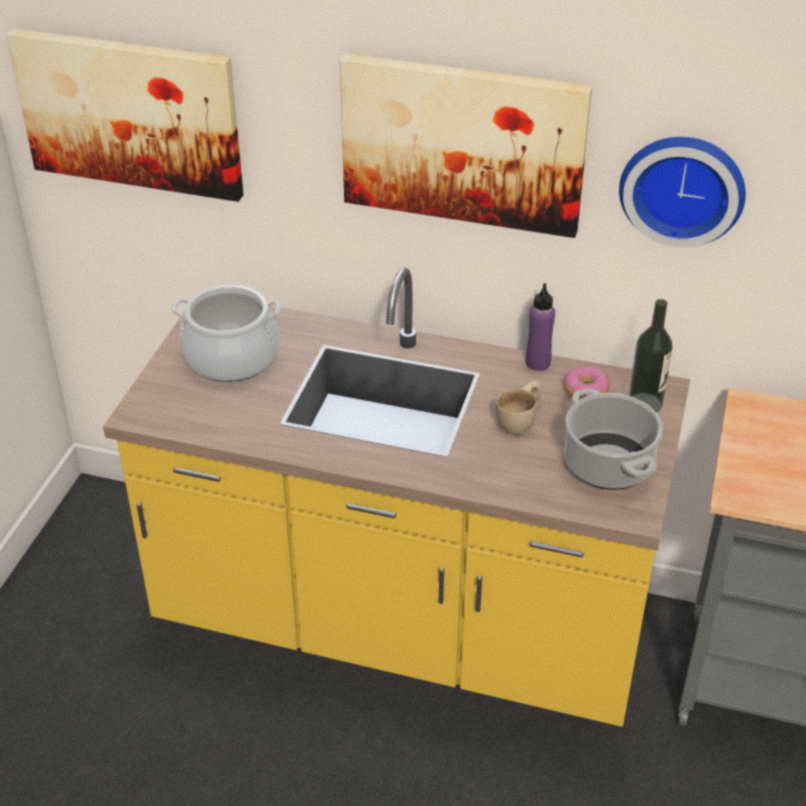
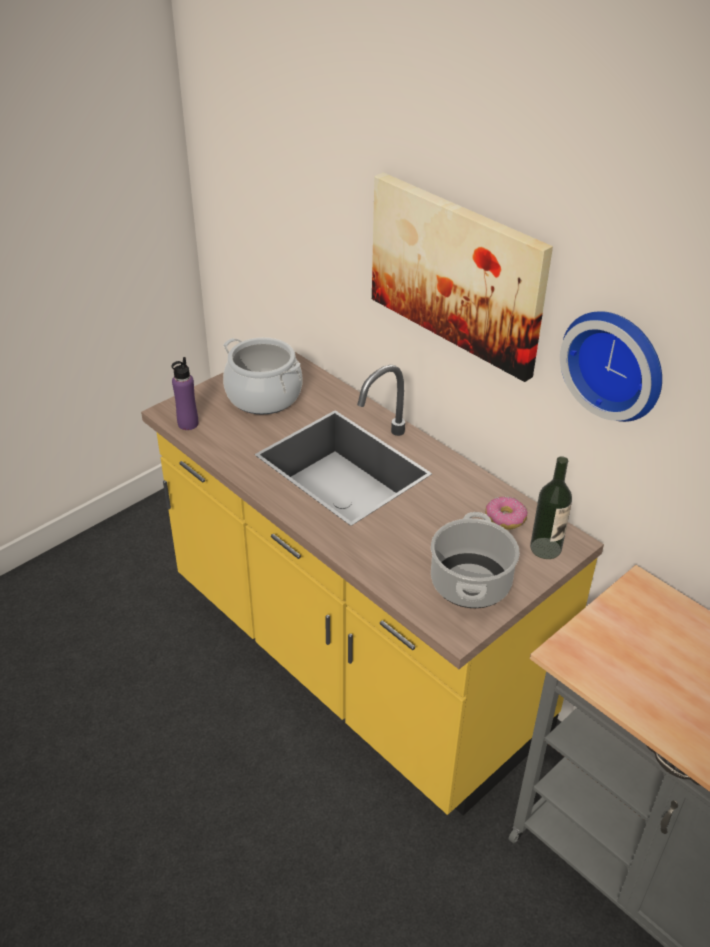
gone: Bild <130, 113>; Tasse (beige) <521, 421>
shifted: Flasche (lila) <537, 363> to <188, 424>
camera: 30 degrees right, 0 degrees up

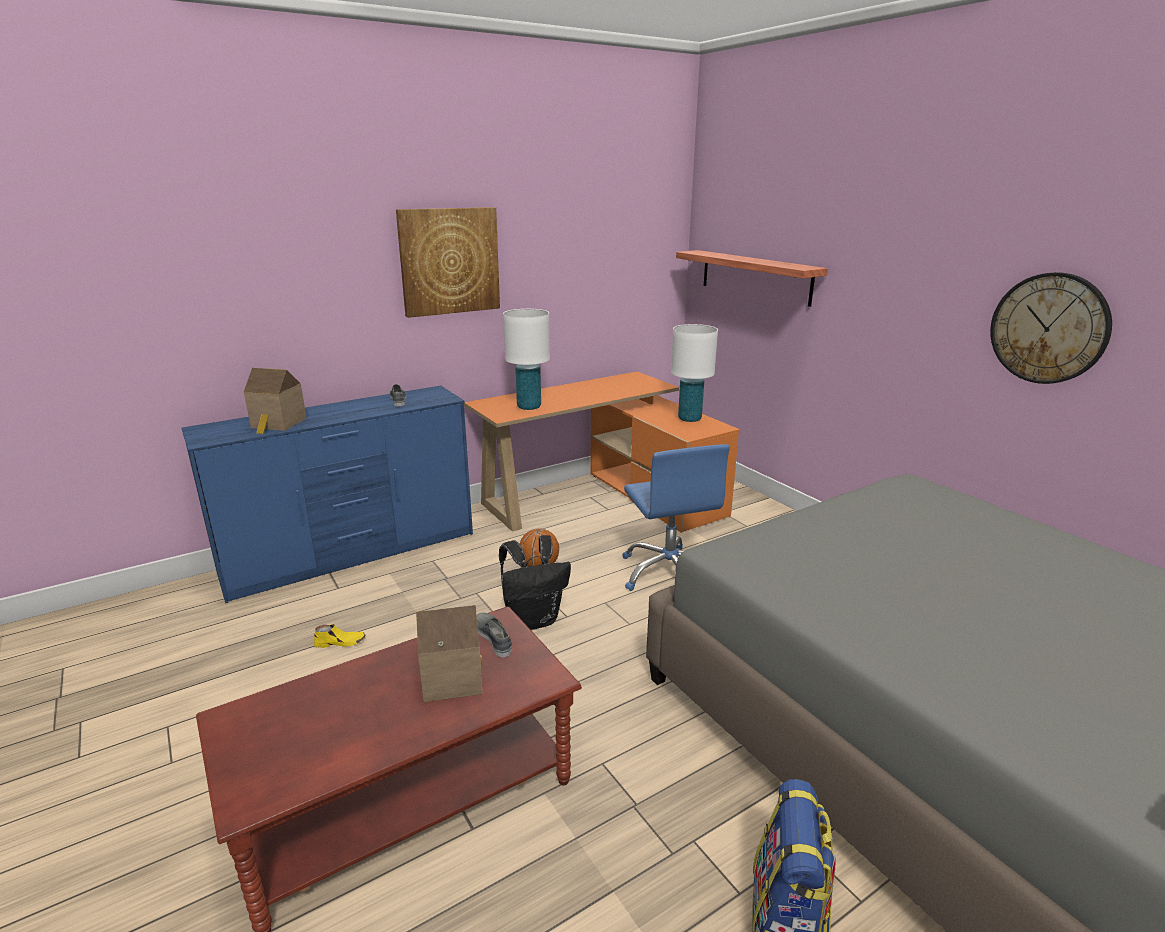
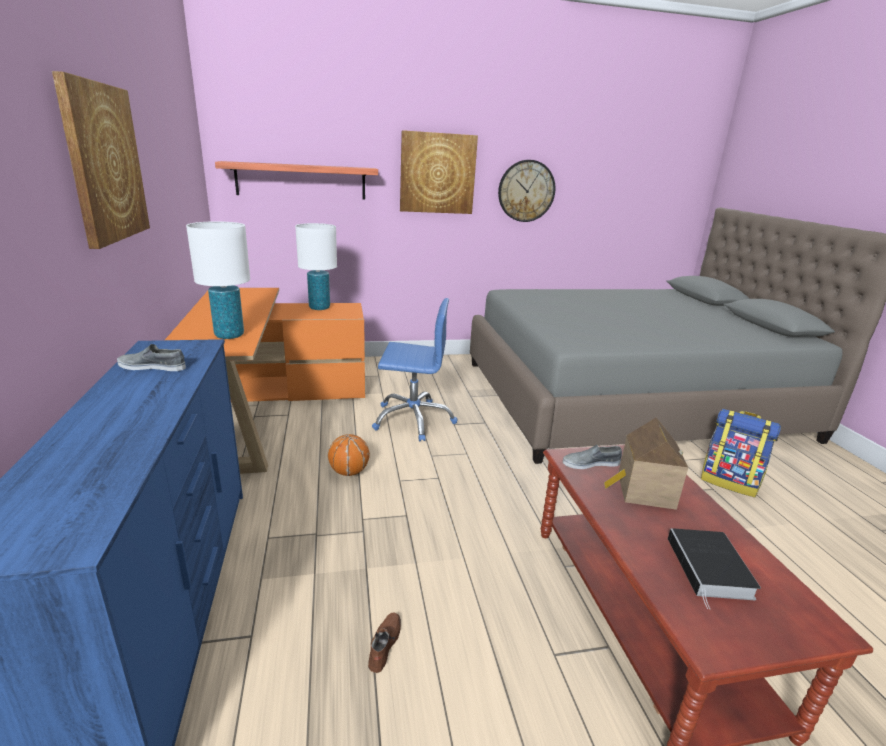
gone: Spielzeughaus <278, 424>; Rucksack (schwarz) <533, 620>
new: Bild <437, 173>; Buch <711, 569>
repainted: Schuh (gelb) <340, 642> to Schuh (braun) <384, 644>
camera: 70 degrees left, 0 degrees up

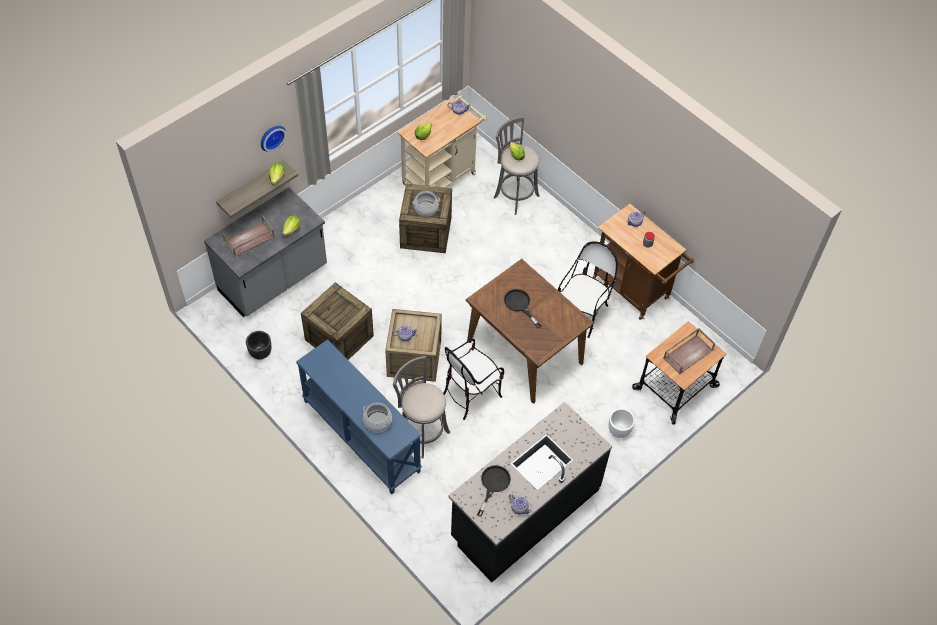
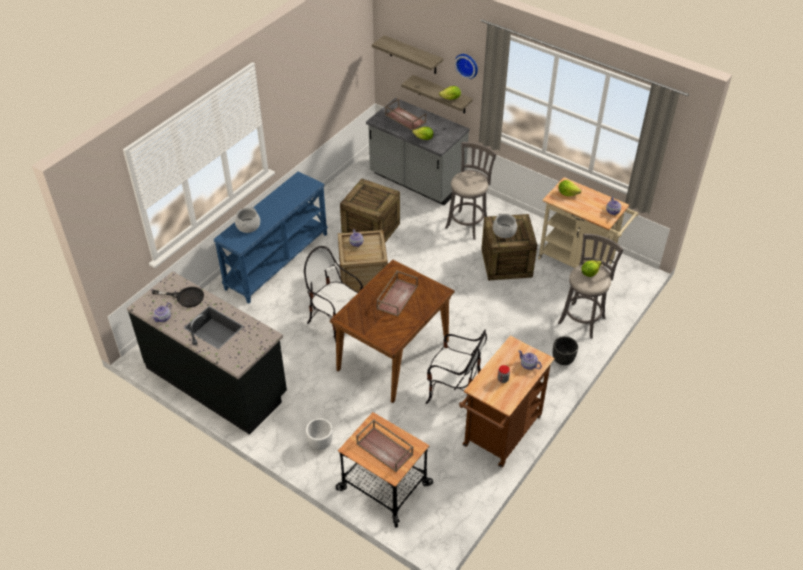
new: Wandregal <413, 55>
shifted: Pflanzkübel (schwarz) <260, 353> to <562, 359>; Hocker (grau) <421, 432> to <467, 223>
swapped: Pfanne (schwarz) <520, 305> to Tablett (braun) <397, 297>
camera: 80 degrees right, 10 degrees down

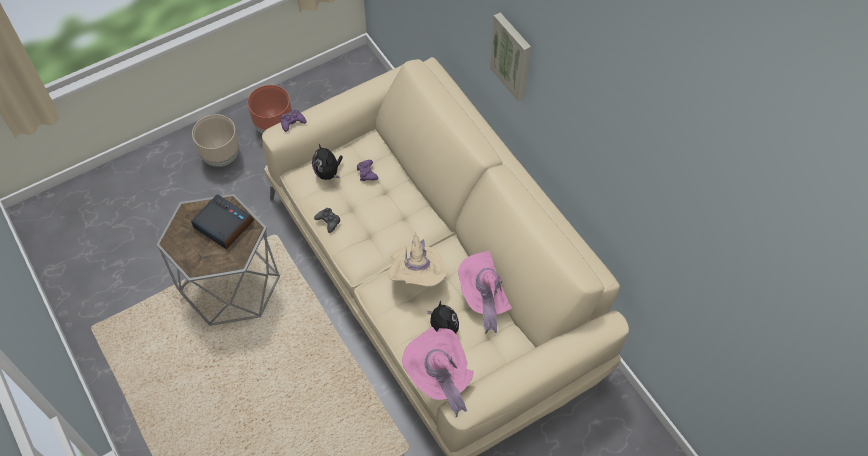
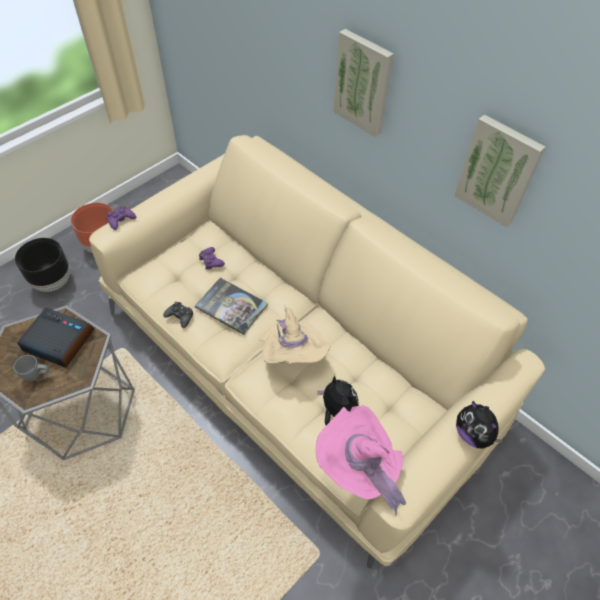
gone: Hut (rosa) <487, 296>
new: Bild <498, 171>; Buch <231, 306>; Henkelbecher (grau) <37, 375>
shifted: Plüschtier <328, 173> to <473, 434>
repainted: Pflanzkübel (beige) <221, 156> to Pflanzkübel (schwarz) <53, 282>
camera: 15 degrees left, 5 degrees down

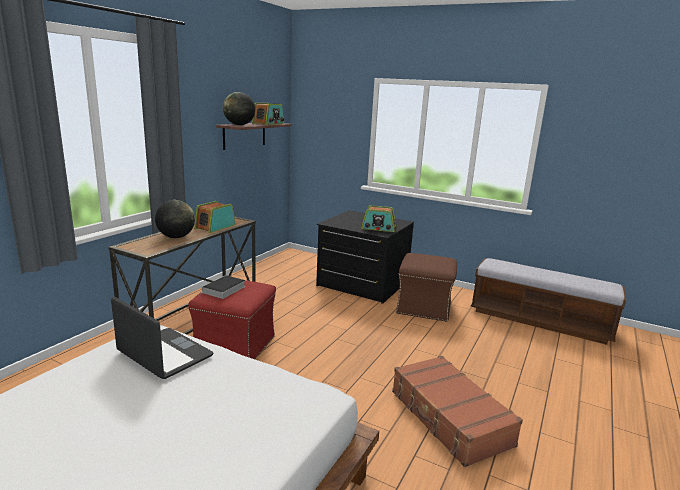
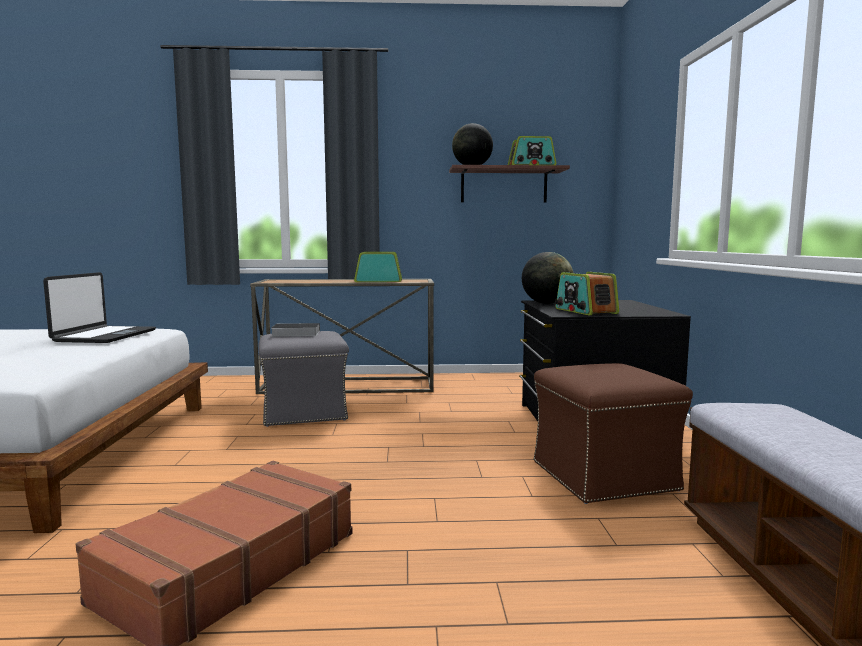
shifted: Globus <176, 237> to <546, 303>
repainted: Polsterhocker (rot) <235, 345> to Polsterhocker (grau) <305, 412>
camera: 60 degrees right, 10 degrees down

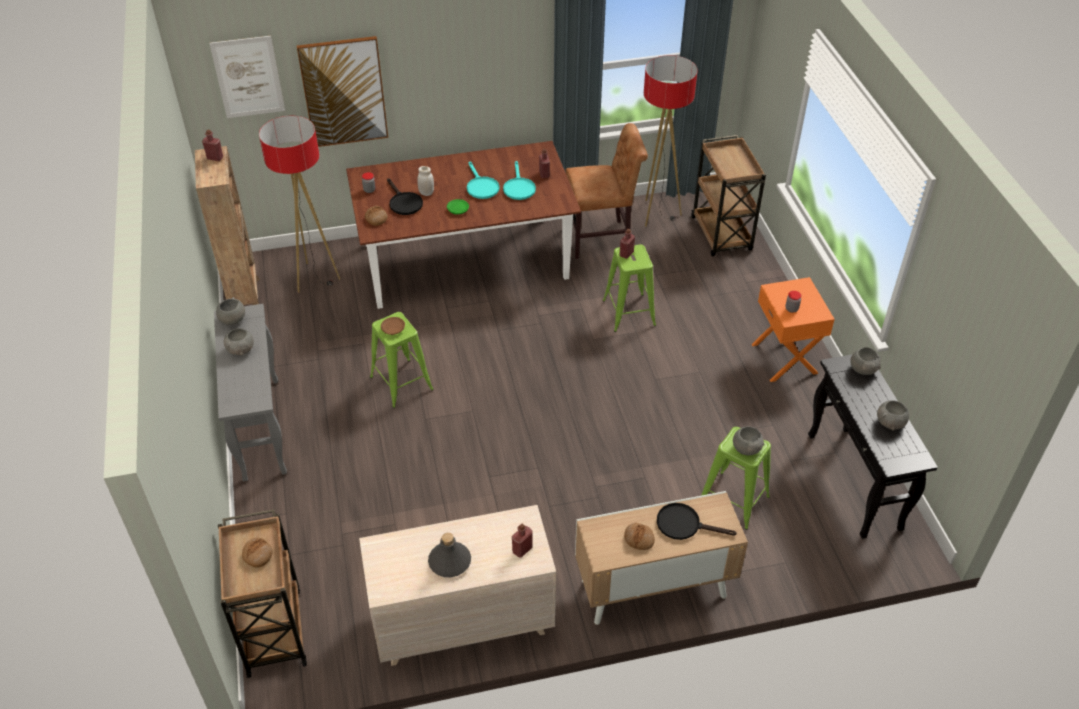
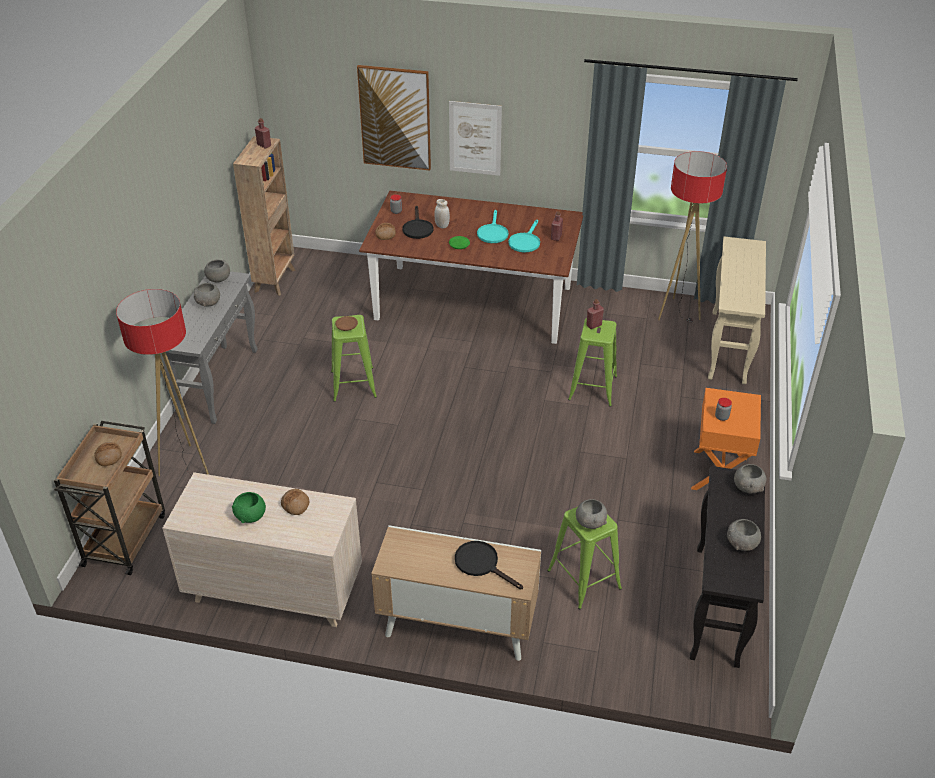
gone: Stuhl (braun) <602, 239>; Flasche (rot) <522, 549>
shifted: Bild <248, 77> to <475, 138>; Stehlampe <315, 278> to <185, 465>; Brot <639, 539> to <295, 504>
swapped: Rollwagen (braun) <721, 235> to Konsolentisch (beige) <729, 347>; Flasche (grau) <450, 561> to Schüssel (grün) <251, 516>
camera: 25 degrees right, 5 degrees down

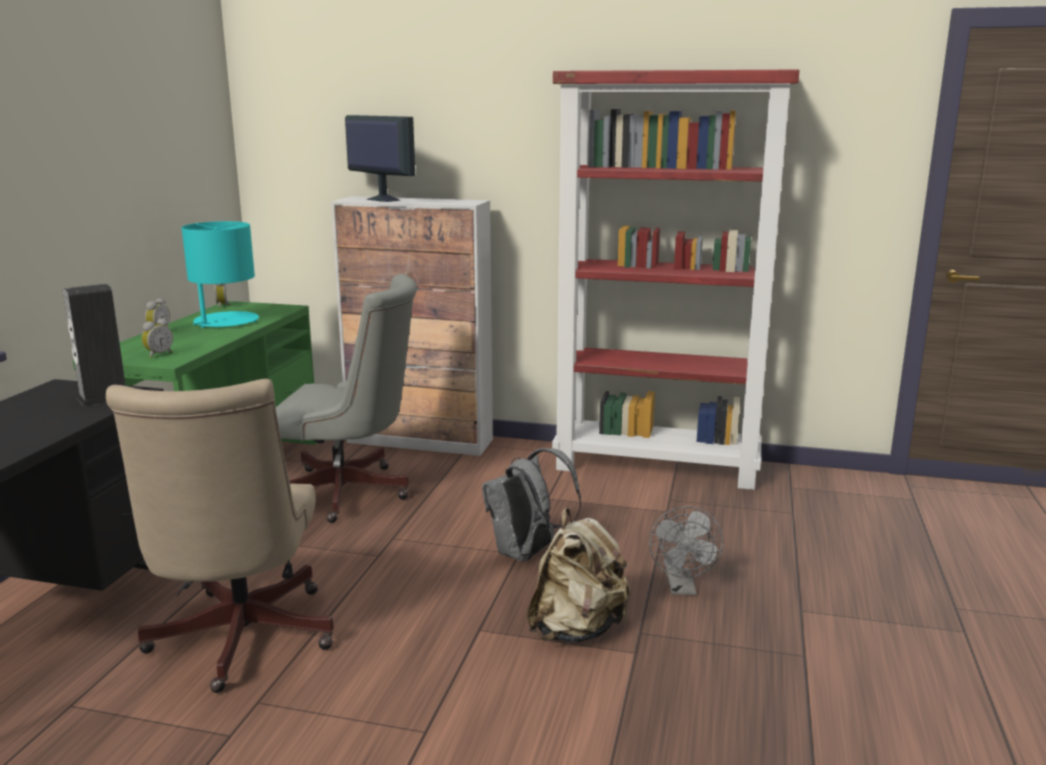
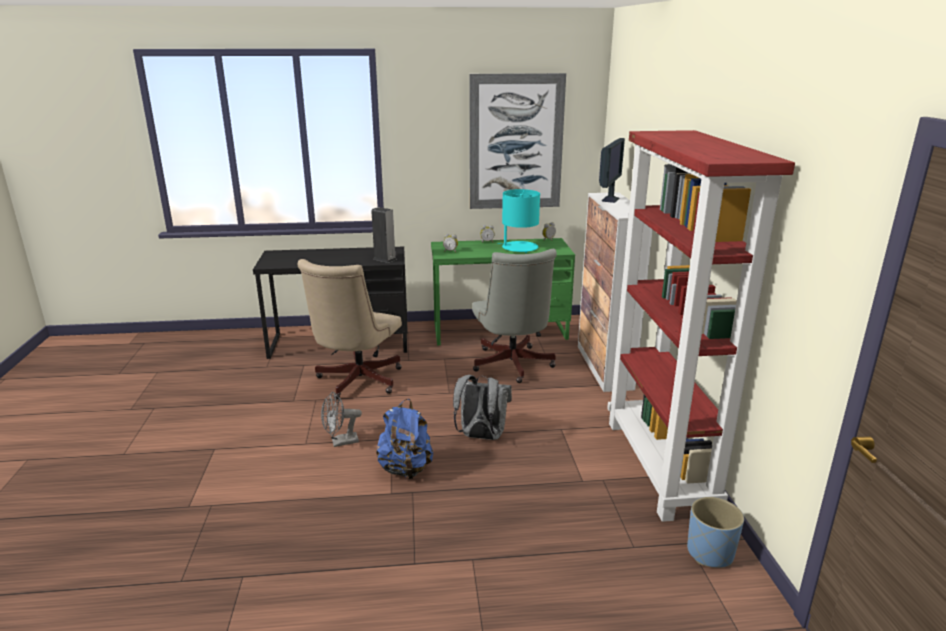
new: Bild <516, 142>; Pflanzkübel (blau) <710, 553>
shifted: Ventilator (grau) <682, 588> to <340, 442>
repainted: Rucksack (beige) <577, 629> to Rucksack (blau) <406, 469>
rotated: Bürostuhl (beige) <238, 642> = <356, 382> 45 degrees counterclockwise
camera: 70 degrees right, 5 degrees up

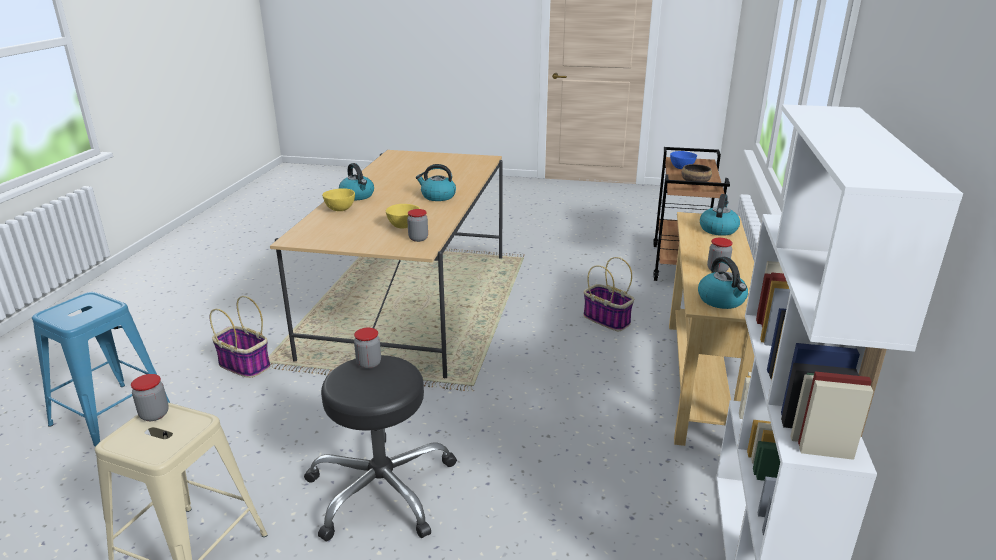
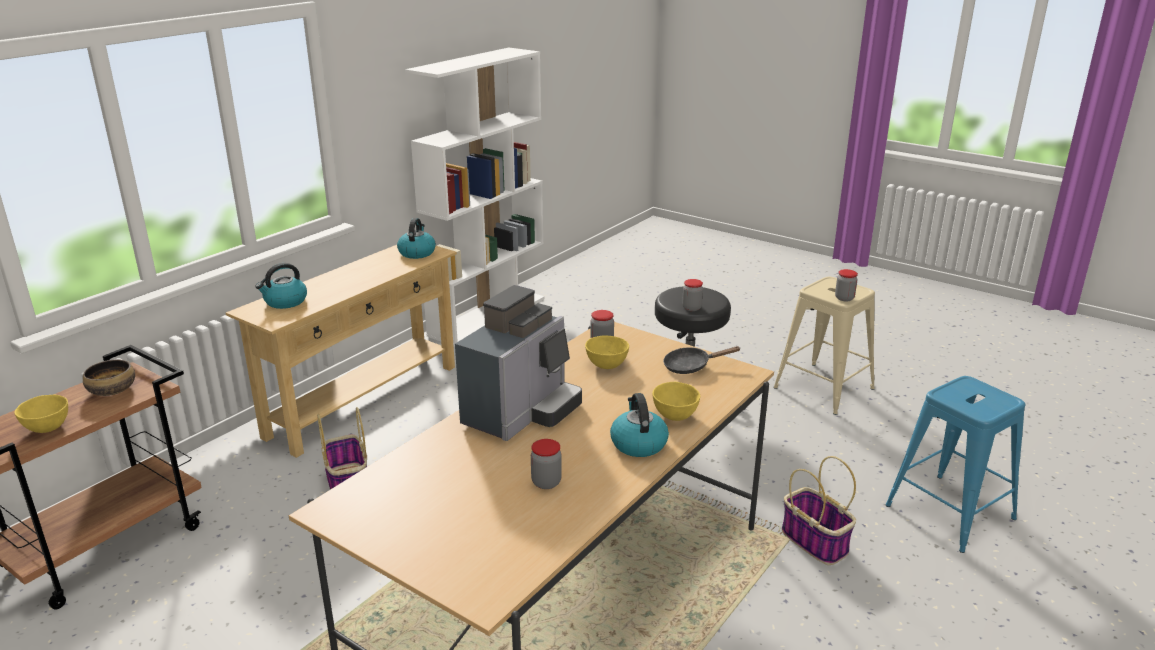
new: Pfanne (schwarz) <691, 366>
shifted: Vorratsglas <717, 269> to <546, 482>
swapped: Wasserkessel <437, 196> to Kaffeemaschine <522, 412>
repainted: Schüssel (blau) <682, 168> to Schüssel (gelb) <47, 428>
camera: 155 degrees left, 0 degrees up

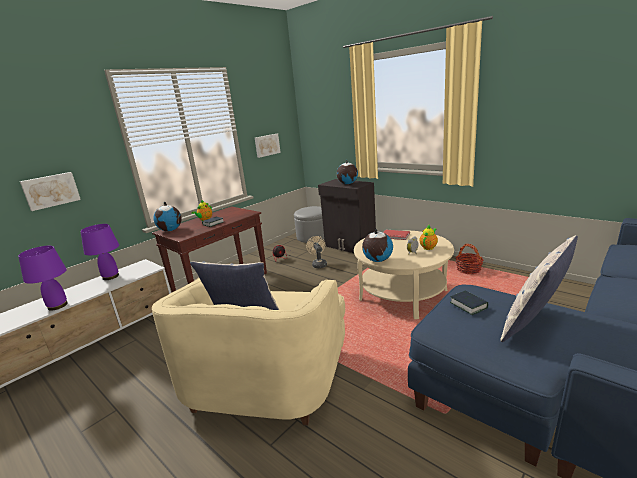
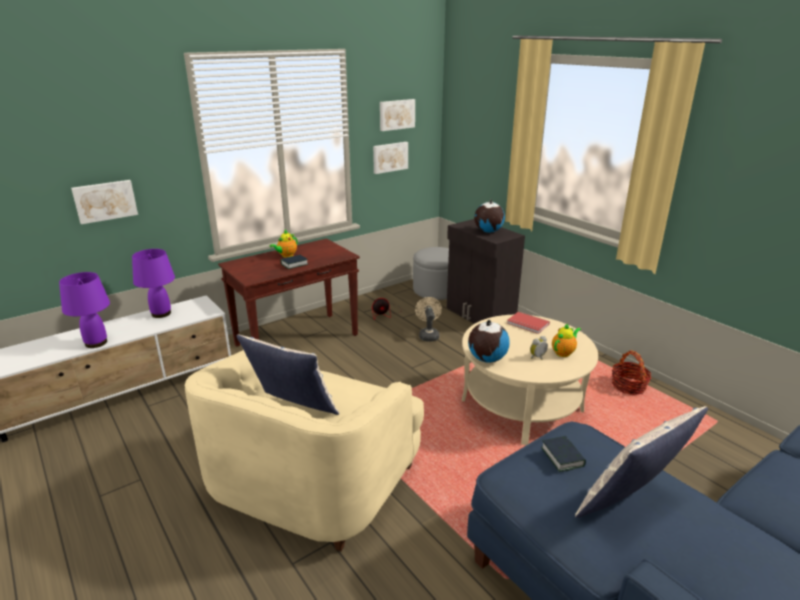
gone: Globus <171, 230>
new: Bild <396, 114>
camera: 10 degrees right, 5 degrees up

